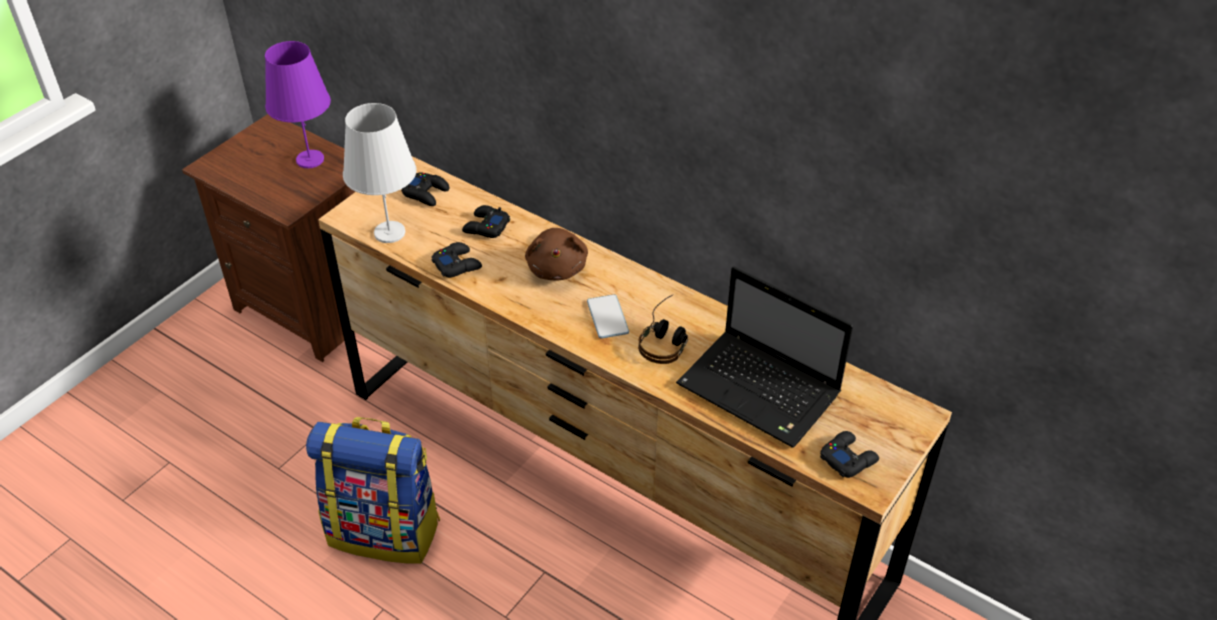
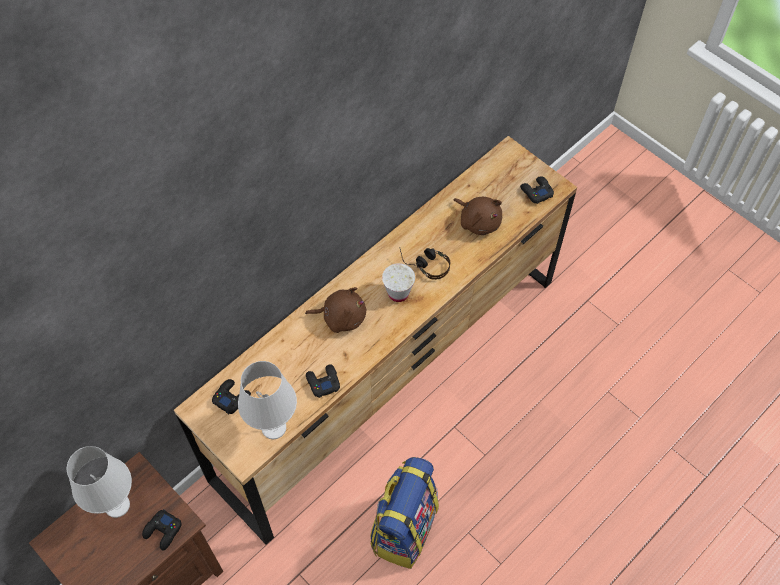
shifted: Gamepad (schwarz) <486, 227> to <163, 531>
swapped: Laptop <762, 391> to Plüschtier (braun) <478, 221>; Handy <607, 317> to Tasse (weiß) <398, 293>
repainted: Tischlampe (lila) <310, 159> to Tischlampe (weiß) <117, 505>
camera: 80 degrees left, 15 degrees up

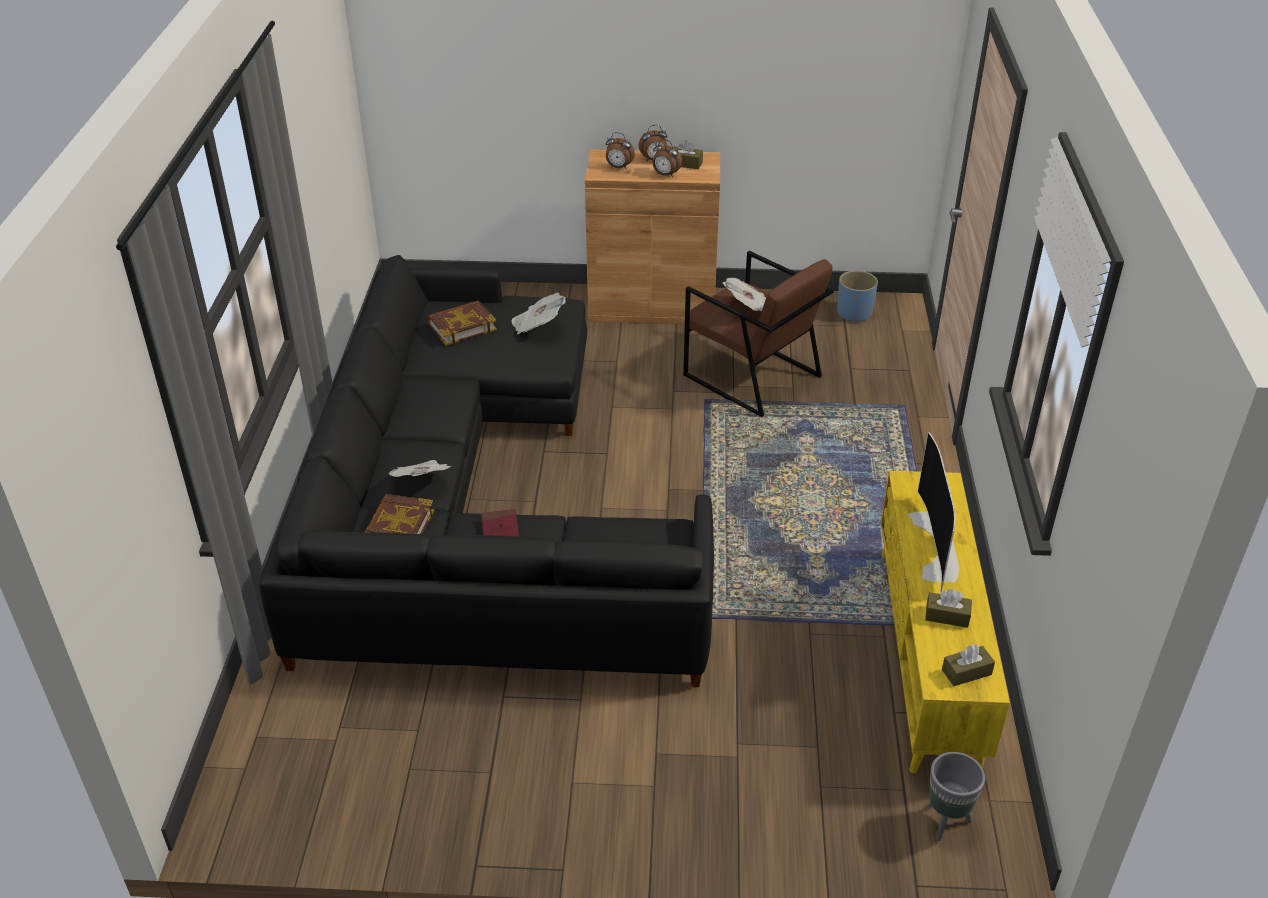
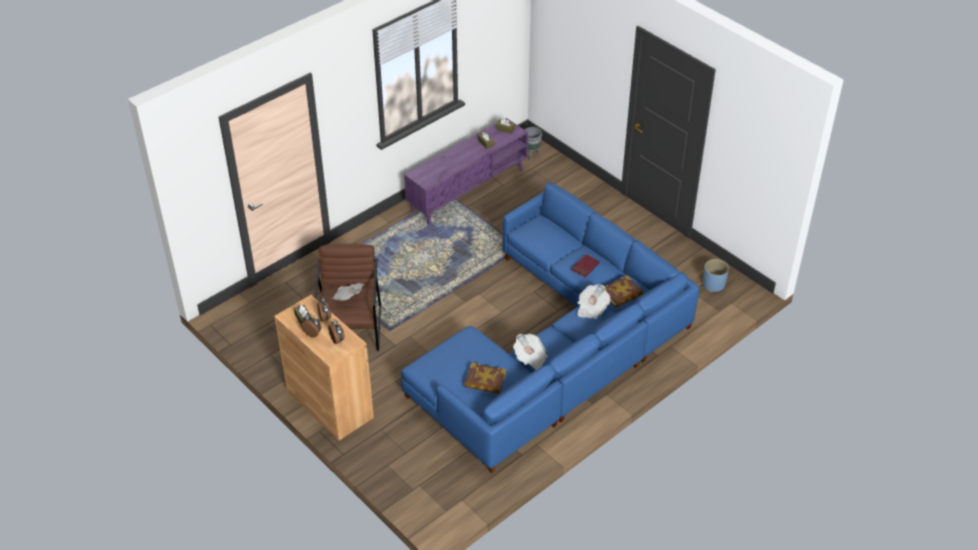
gone: Fernseher <937, 546>
shifted: Pflanzkübel (blau) <854, 313> to <713, 285>; Zeitung <537, 325> to <530, 358>
repainted: Sofa (schwarz) <470, 509> to Sofa (blau) <554, 348>; Fernsehschrank (gelb) <928, 656> to Fernsehschrank (lila) <467, 190>
camera: 135 degrees left, 5 degrees up

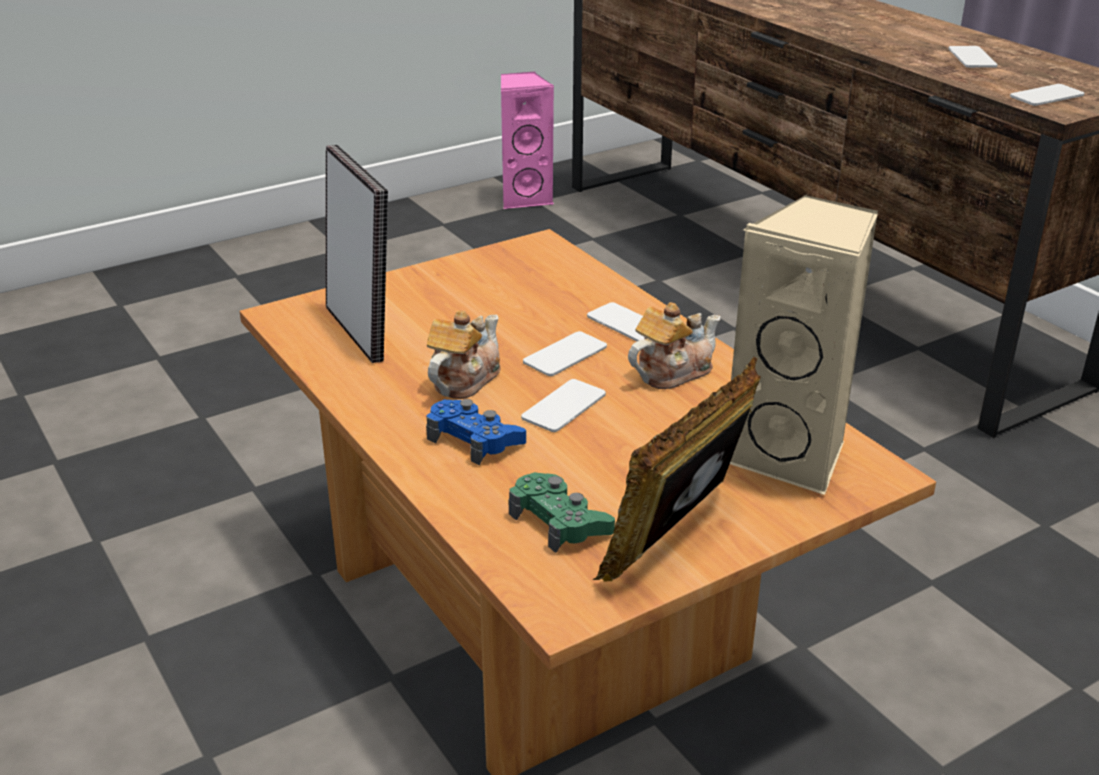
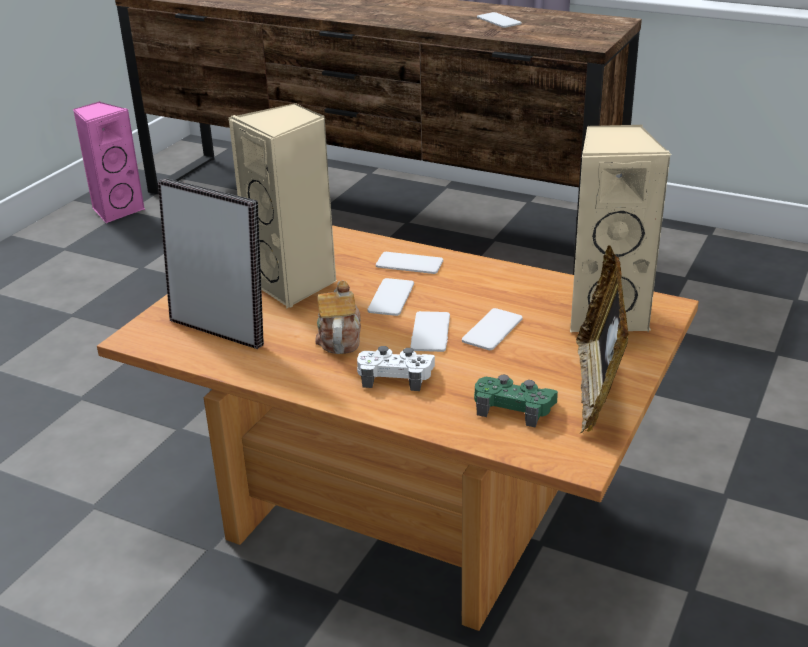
gone: Teekanne <671, 372>
new: Lautsprecher (beige) <295, 284>
shifted: Handy <1046, 96> to <492, 330>
repainted: Gamepad (blau) <475, 440> to Gamepad (weiß) <395, 375>
camera: 30 degrees left, 0 degrees up

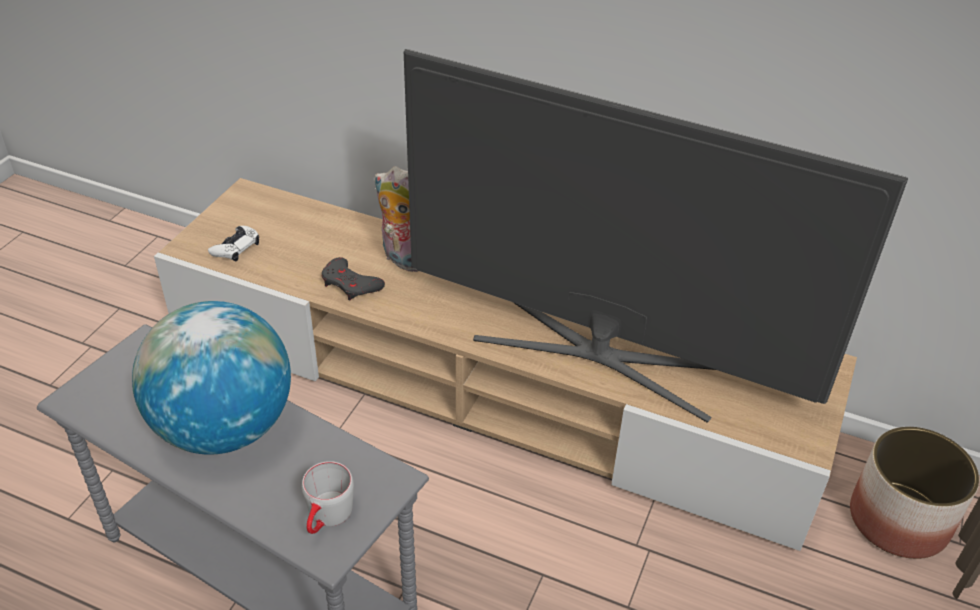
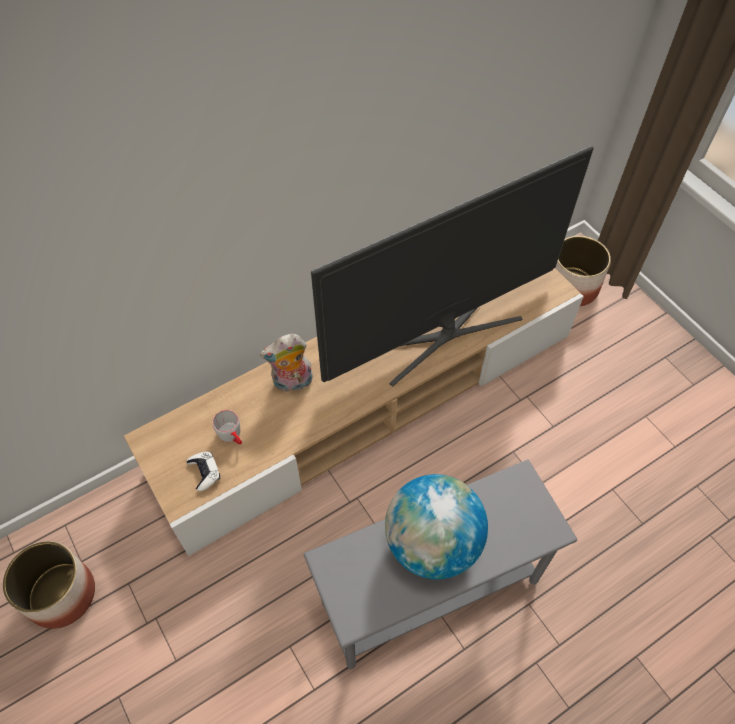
gone: Gamepad (grau) <350, 284>
new: Pflanzkübel <61, 594>
shifted: Henkelbecher (grau) <327, 518> to <232, 436>
camera: 55 degrees left, 15 degrees up

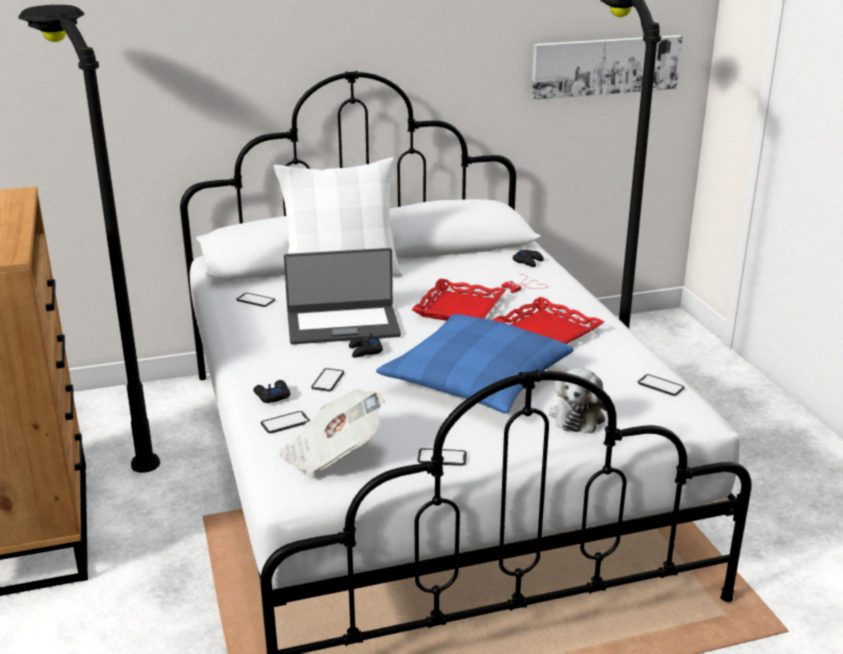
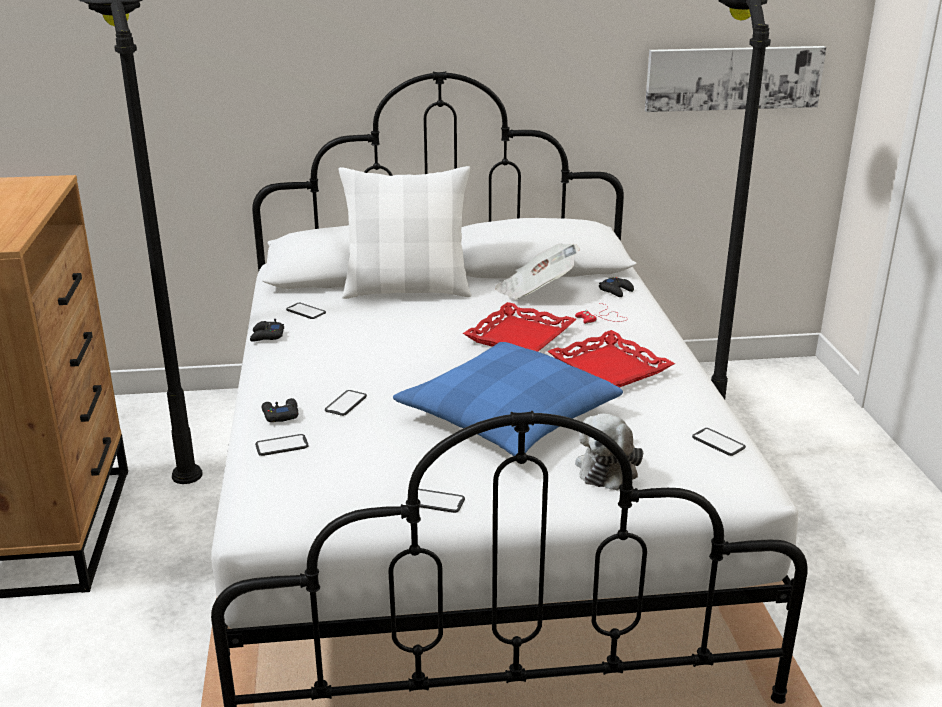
gone: Laptop <342, 325>
shifted: Gamepad (schwarz) <365, 351> to <266, 336>; Zeitung <332, 454> to <535, 291>
camera: 10 degrees right, 0 degrees up

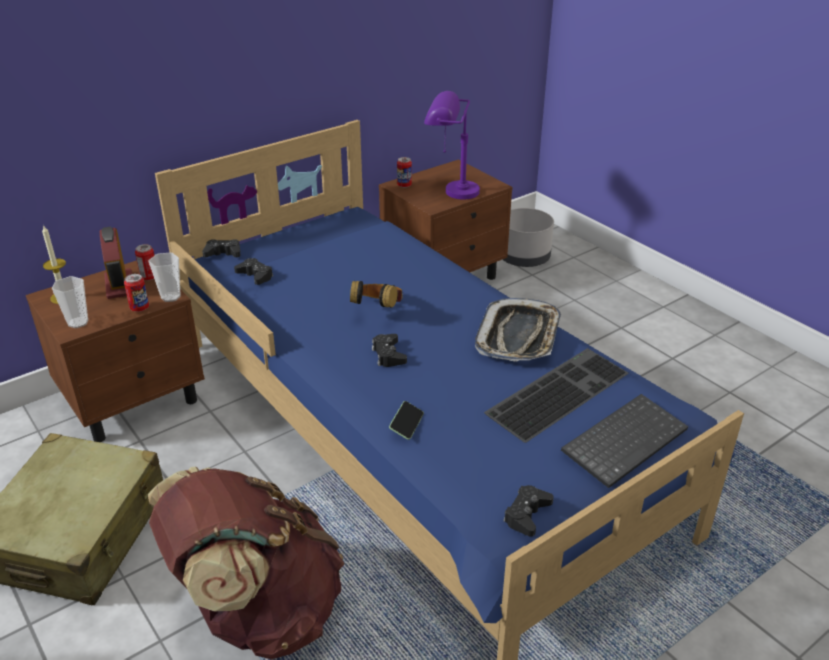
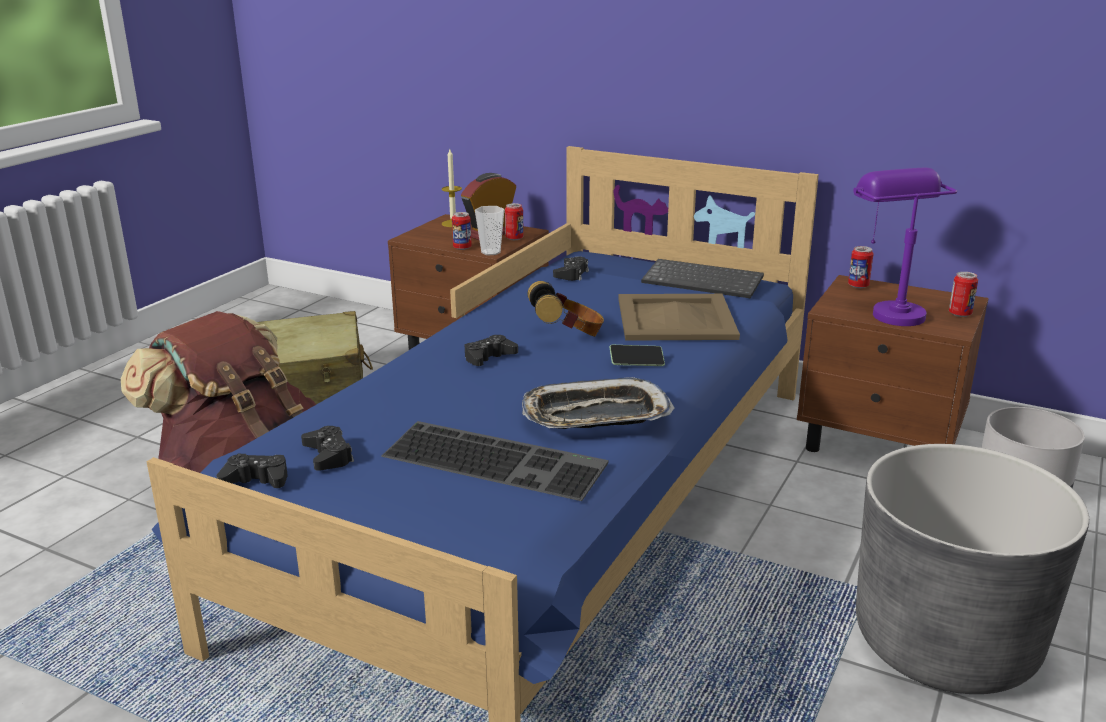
gone: Tasse <78, 323>
new: Dose <960, 314>; Tablett (beige) <674, 318>; Pflanzkübel (grau) <945, 643>
shifted: Gamepad (schwarz) <223, 253> to <328, 455>; Tastatur <624, 440> to <704, 281>; Handy <406, 425> to <636, 363>
camera: 65 degrees right, 10 degrees down

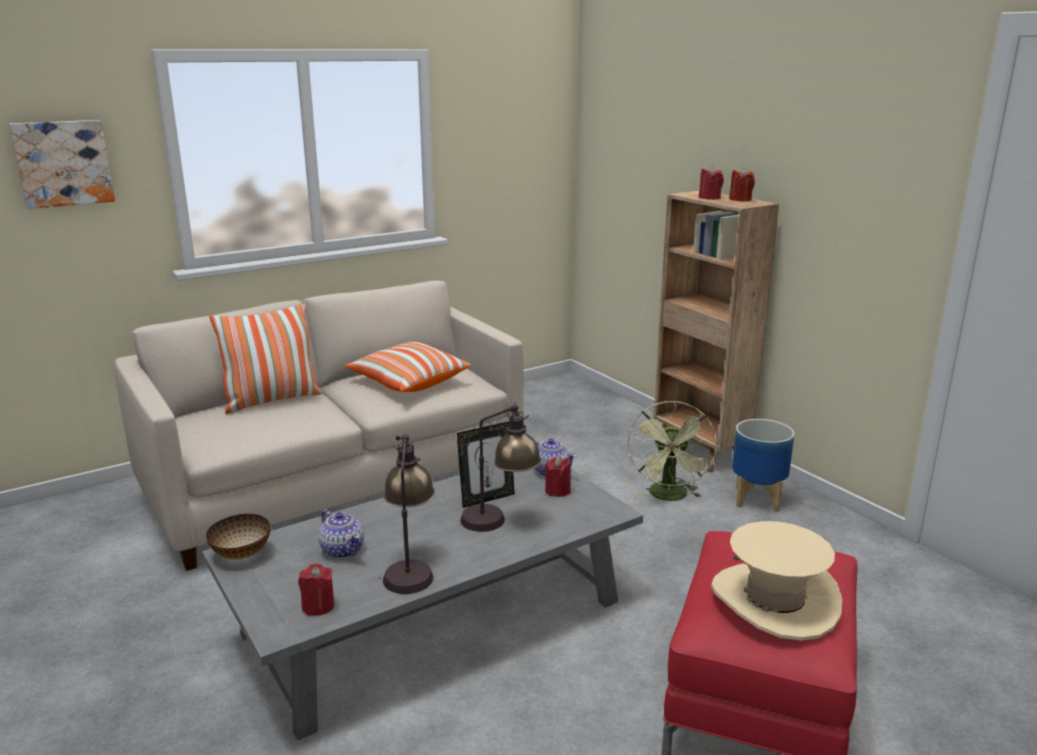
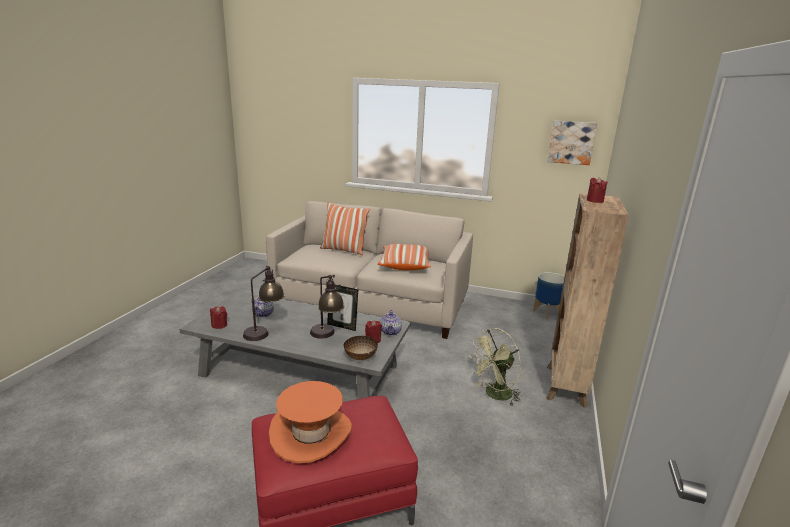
gone: Kerze (rot) <740, 199>
shifted: Bild <63, 163> to <571, 142>; Pflanzkübel <757, 499> to <547, 313>; Schüssel <240, 554> to <360, 357>
repainted: Hut (beige) <774, 600> to Hut (orange) <311, 433>
camera: 50 degrees right, 0 degrees up

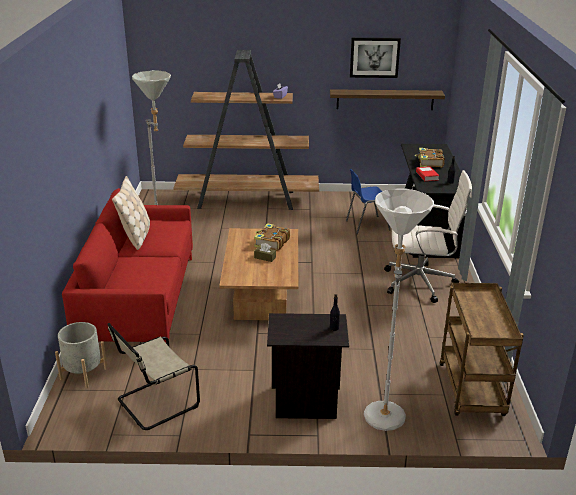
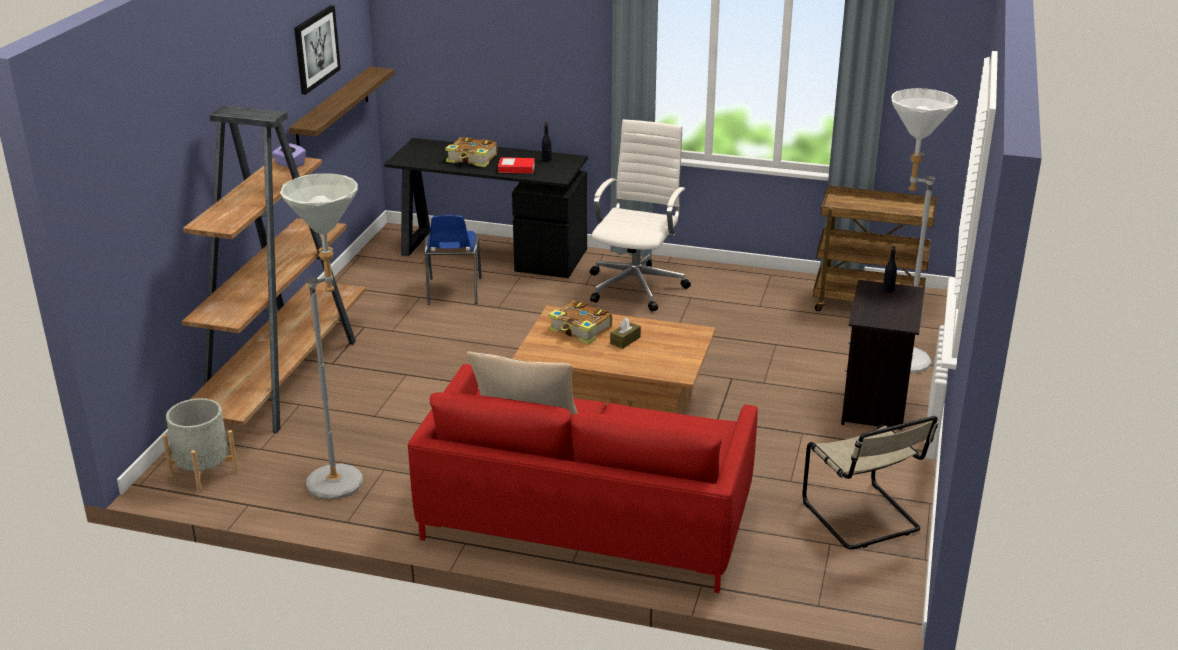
shifted: Pflanzkübel (grau) <83, 373> to <204, 473>
camera: 75 degrees left, 0 degrees up

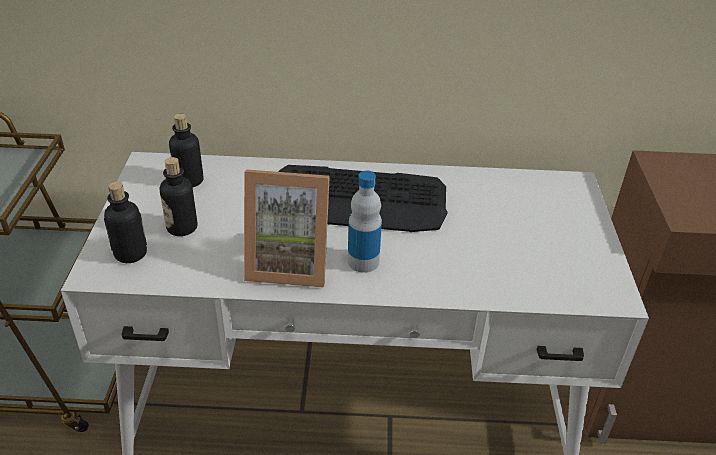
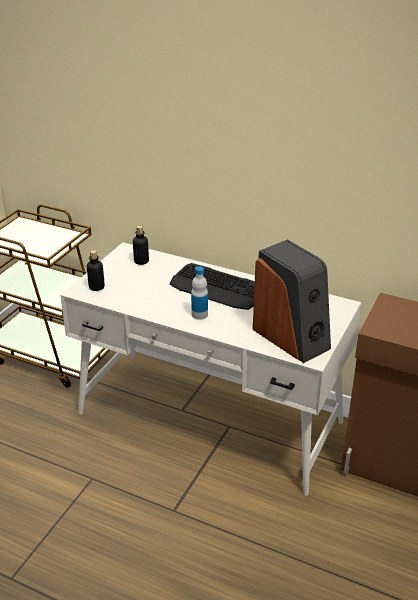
gone: Flasche <182, 227>; Bilderrahmen <289, 263>
new: Lautsprecher <291, 337>
camera: 25 degrees right, 5 degrees down

